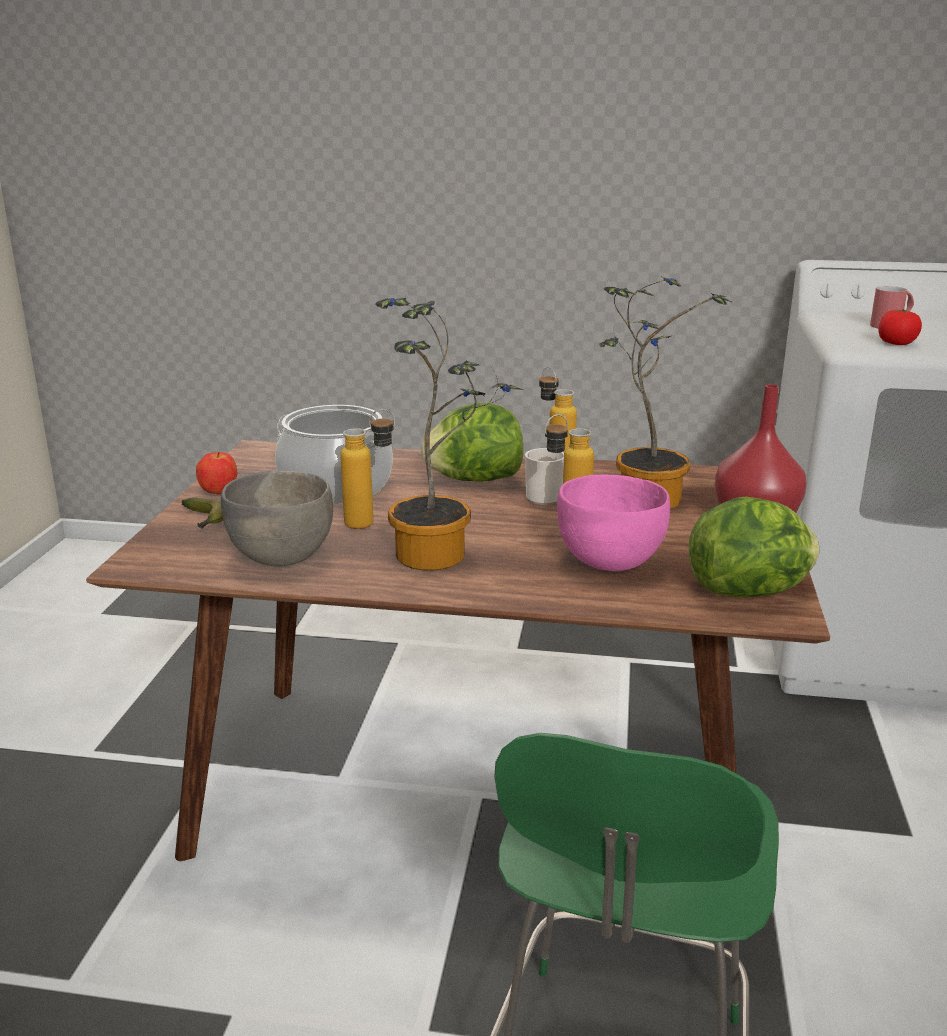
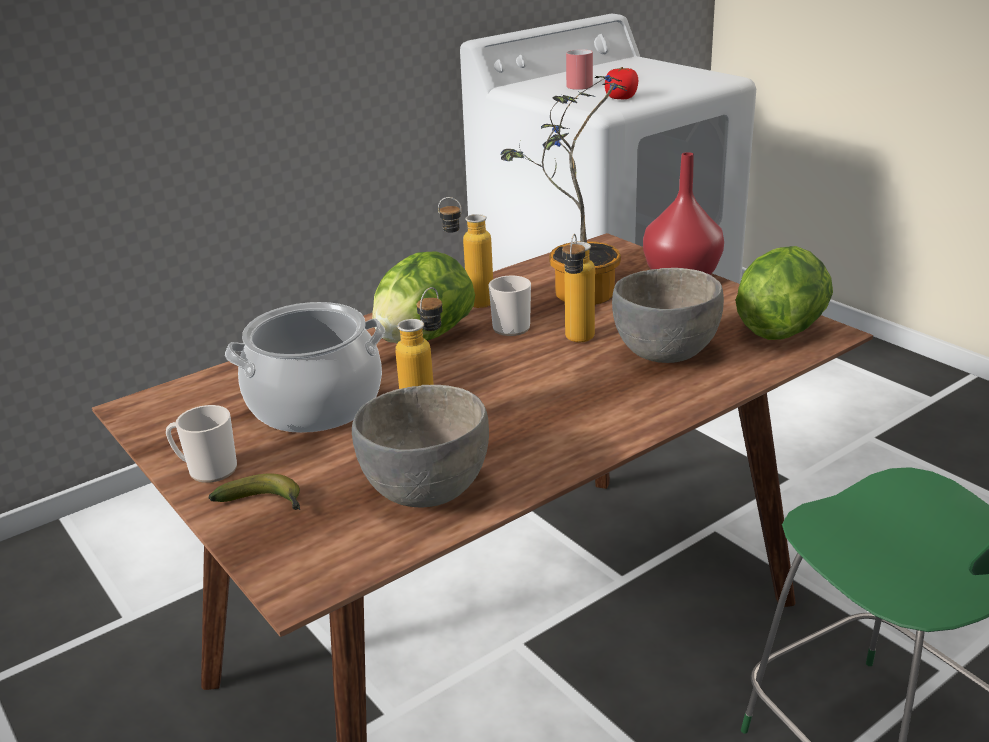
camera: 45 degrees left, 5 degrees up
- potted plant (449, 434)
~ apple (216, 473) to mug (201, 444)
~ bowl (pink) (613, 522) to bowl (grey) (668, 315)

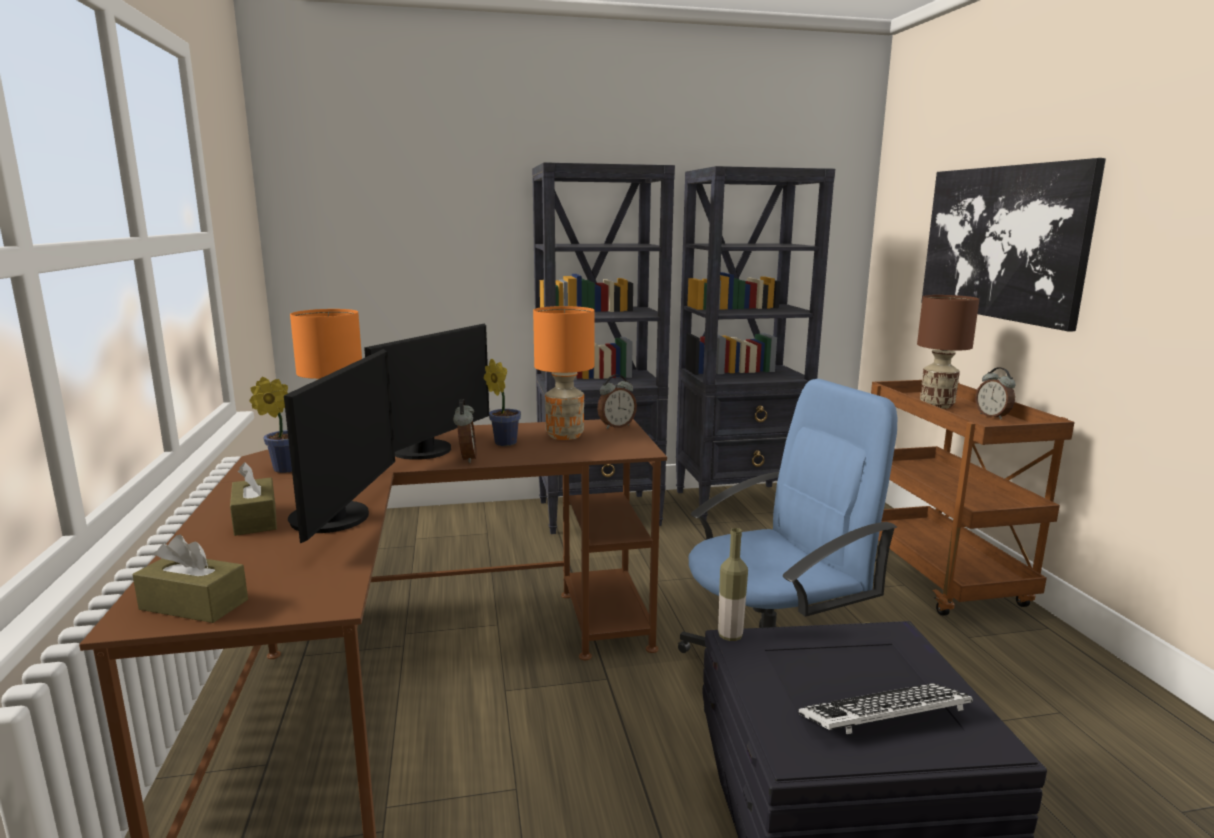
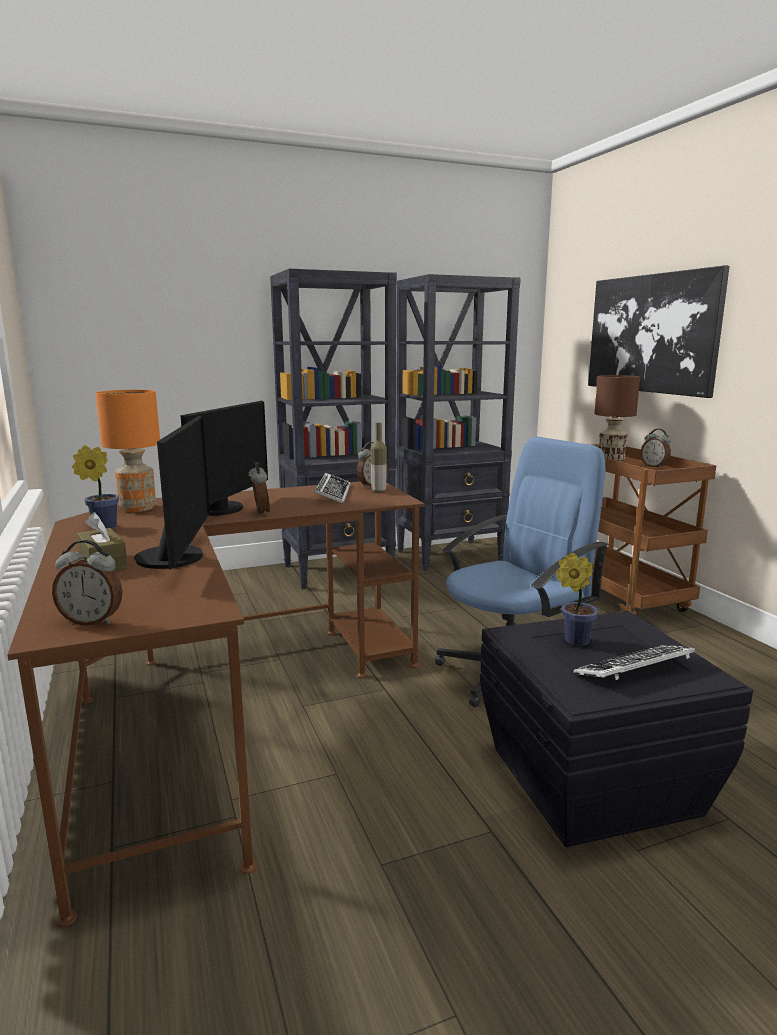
camera: 10 degrees left, 0 degrees up
~ table lamp (orange) (564, 373) to keyboard (332, 488)
~ potted plant (502, 402) to (577, 599)
~ bottle (733, 584) to (379, 458)
~ tissue box (brown) (190, 579) to alarm clock (87, 583)

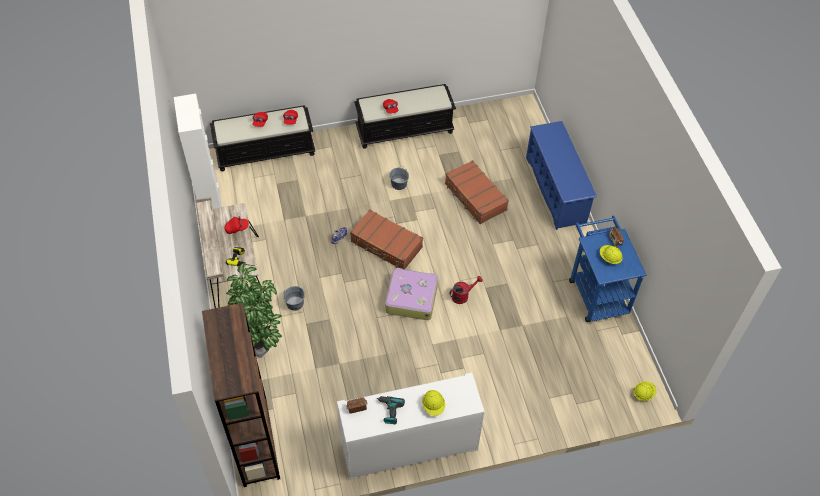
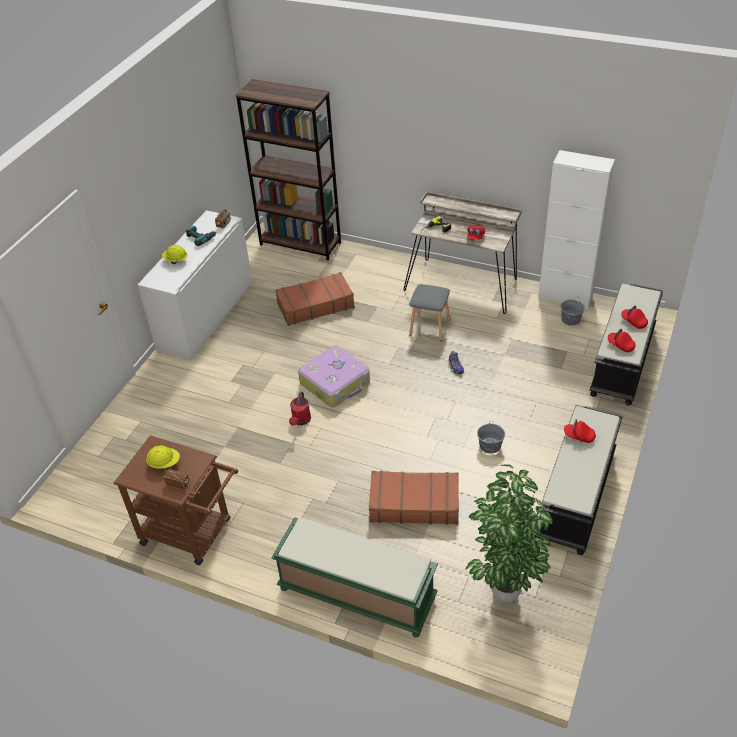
camera: 130 degrees right, 10 degrees down
~ shoe rack (blue) (561, 175) to bench (green) (354, 577)
~ suitcase (brown) (386, 239) to (315, 299)
~ cart (blue) (608, 269) to cart (brown) (176, 500)
~ potted plant (254, 310) to (508, 534)
~ bucket (grey) (294, 298) to (572, 311)
- hard hat (yellow) (645, 391)
+ stool (grey) (429, 312)

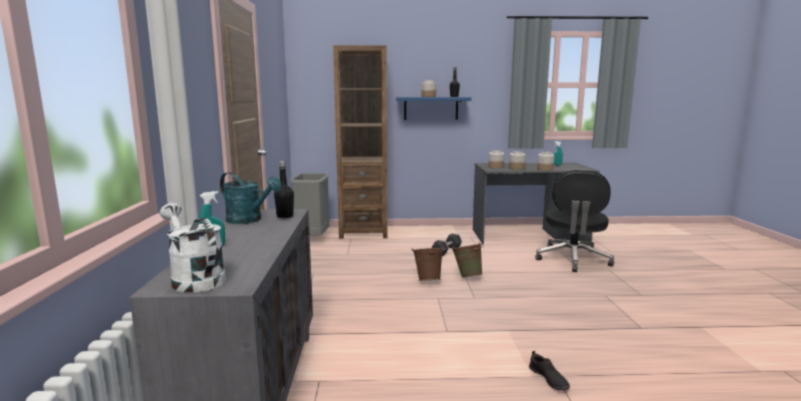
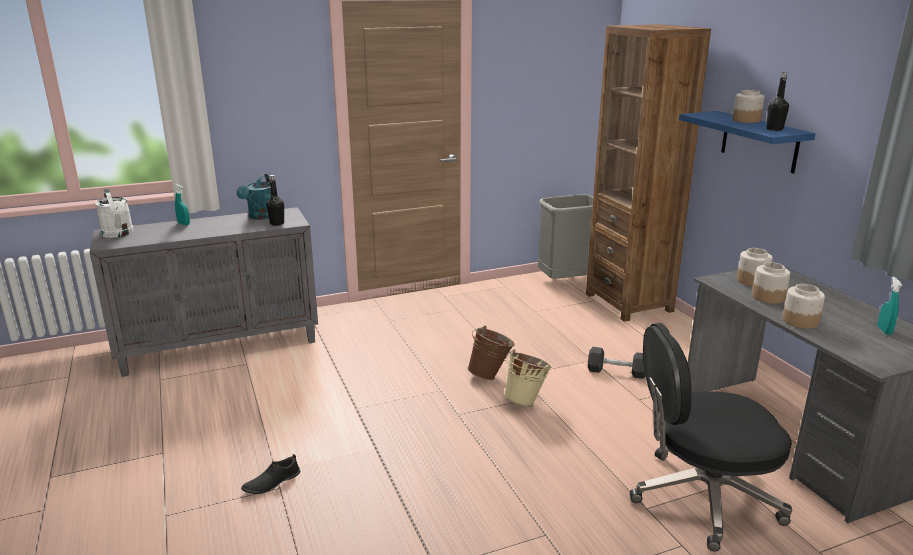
camera: 70 degrees right, 10 degrees up
~ watering can (white) (193, 248) = (114, 213) 120 degrees clockwise
~ bucket (green) (468, 260) to bucket (beige) (528, 378)

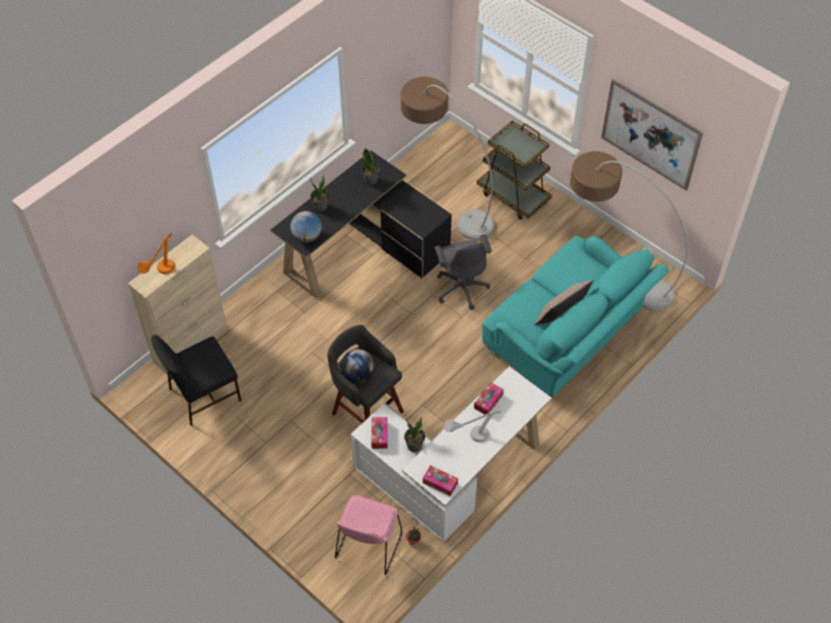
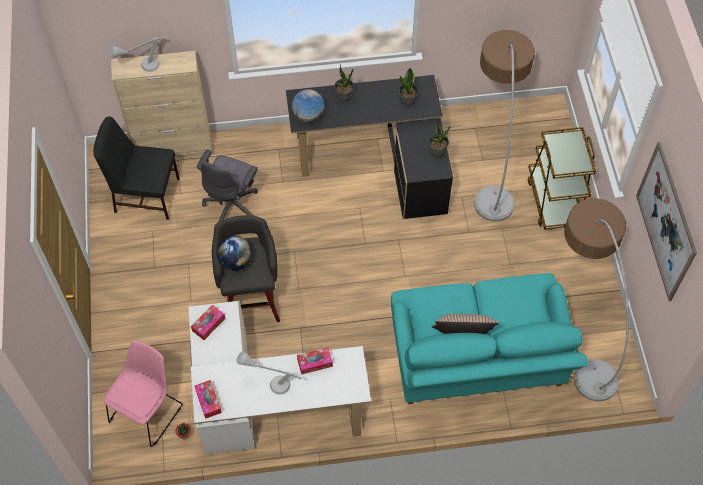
camera: 40 degrees right, 5 degrees up
~ table lamp (orange) (156, 253) to table lamp (grey) (137, 54)
~ office chair (grey) (463, 272) to (227, 186)
~ potted plant (414, 434) to (439, 140)
~ chair (pink) (368, 535) = (143, 393) 150 degrees clockwise

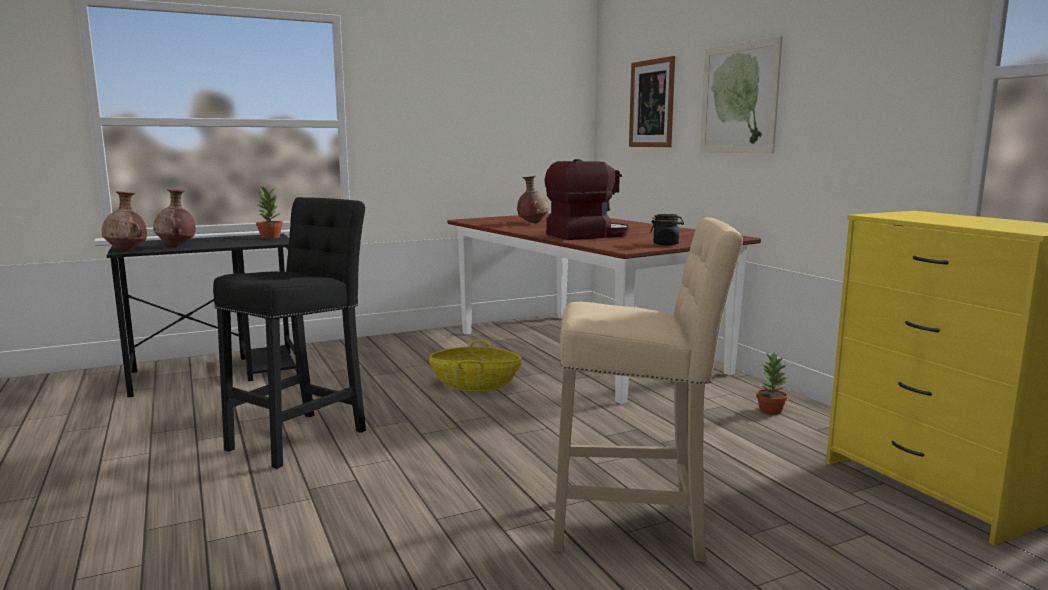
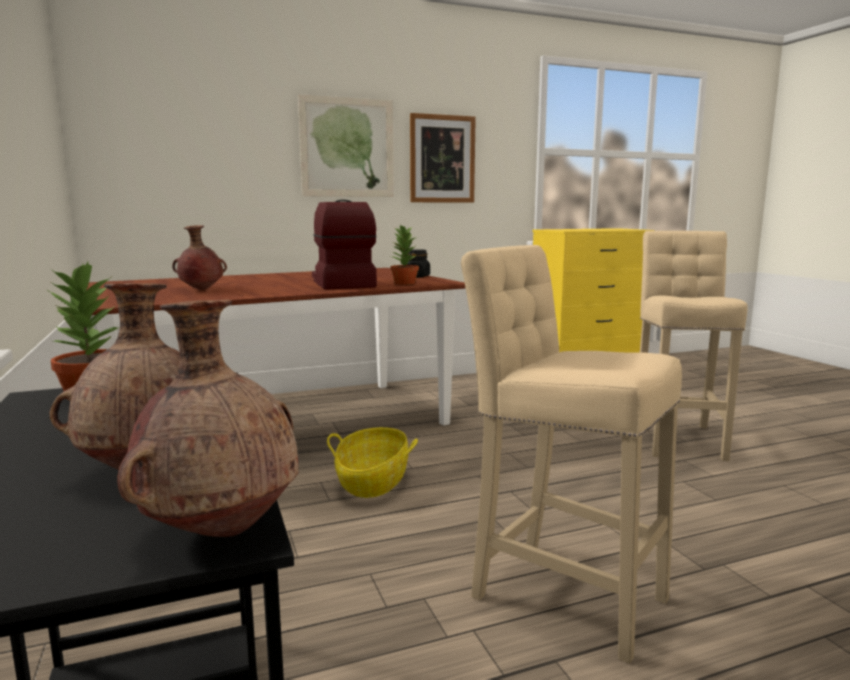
camera: 85 degrees left, 0 degrees up
~ picture (652, 101) to (443, 158)
~ stool (black) (289, 333) to stool (beige) (571, 454)
~ potted plant (772, 384) to (404, 255)

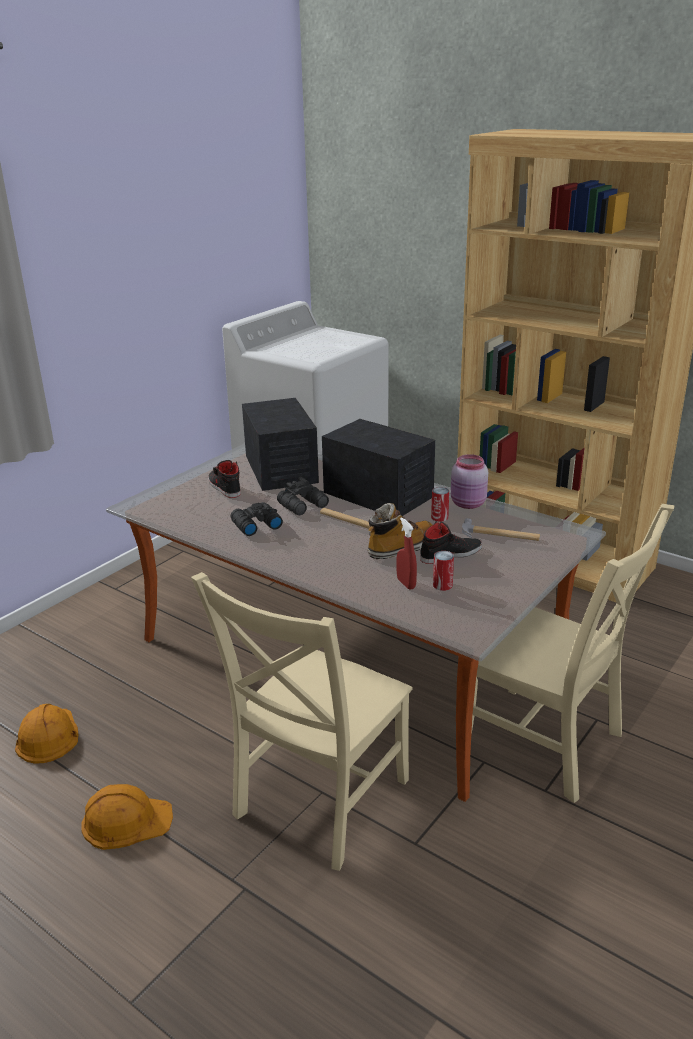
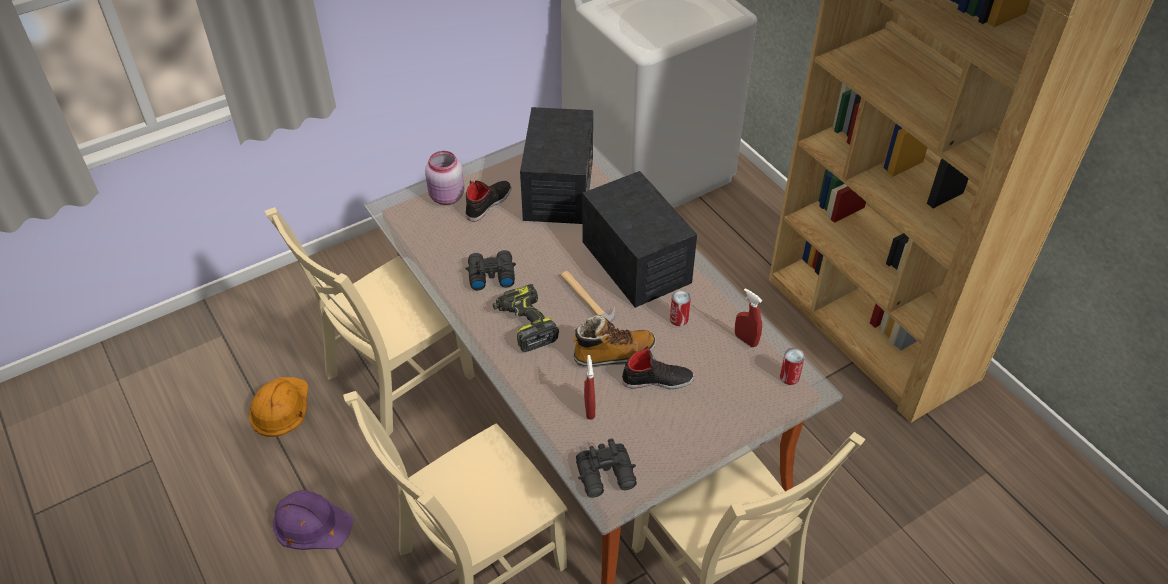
camera: 20 degrees right, 20 degrees up
~ jar (pink) (469, 481) to (445, 178)
~ shoe (black) (224, 479) = (488, 201) 45 degrees clockwise
~ binoculars (black) (303, 495) to (606, 468)
- hammer (501, 529)
~ can (443, 571) to (792, 366)
~ hard hat (orange) (127, 817) to hard hat (purple) (313, 520)
+ chair (beige) (370, 321)
+ power drill (526, 318)
+ spray bottle (red) (748, 317)

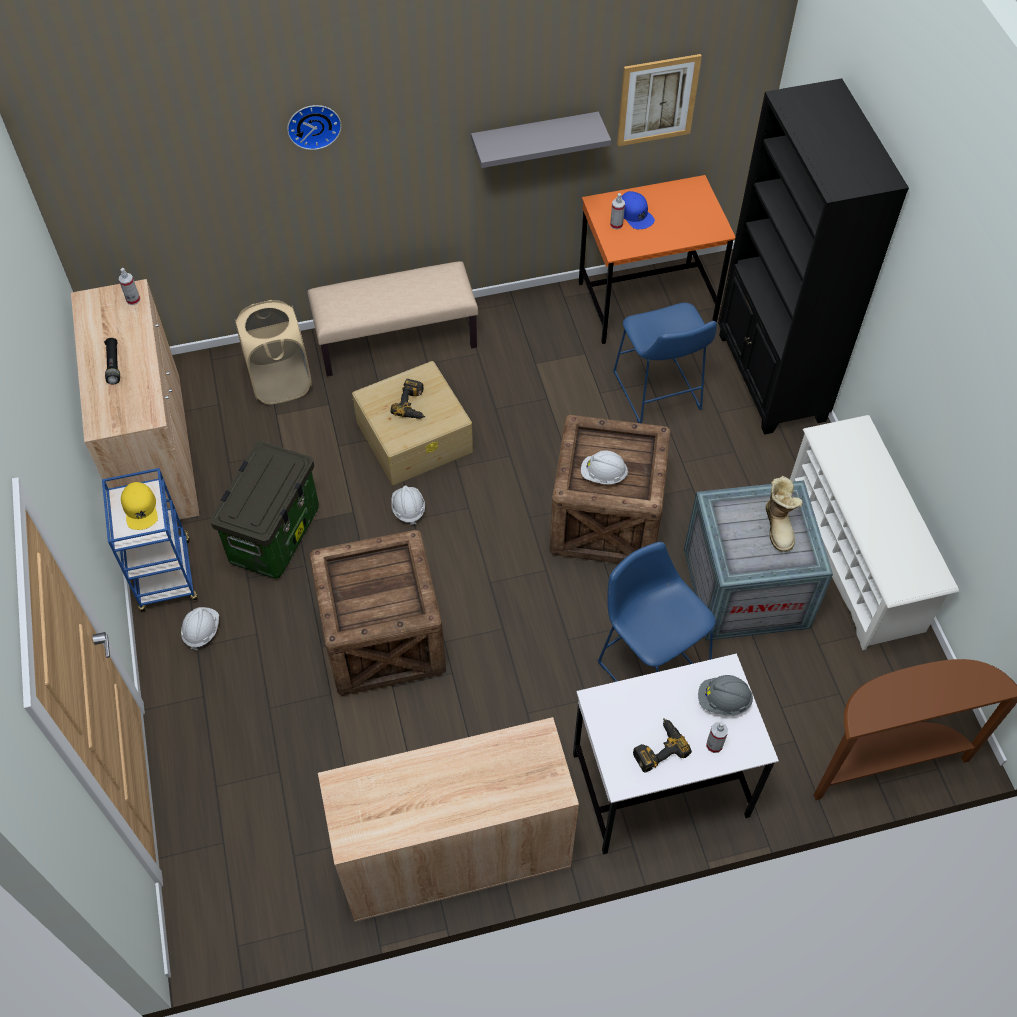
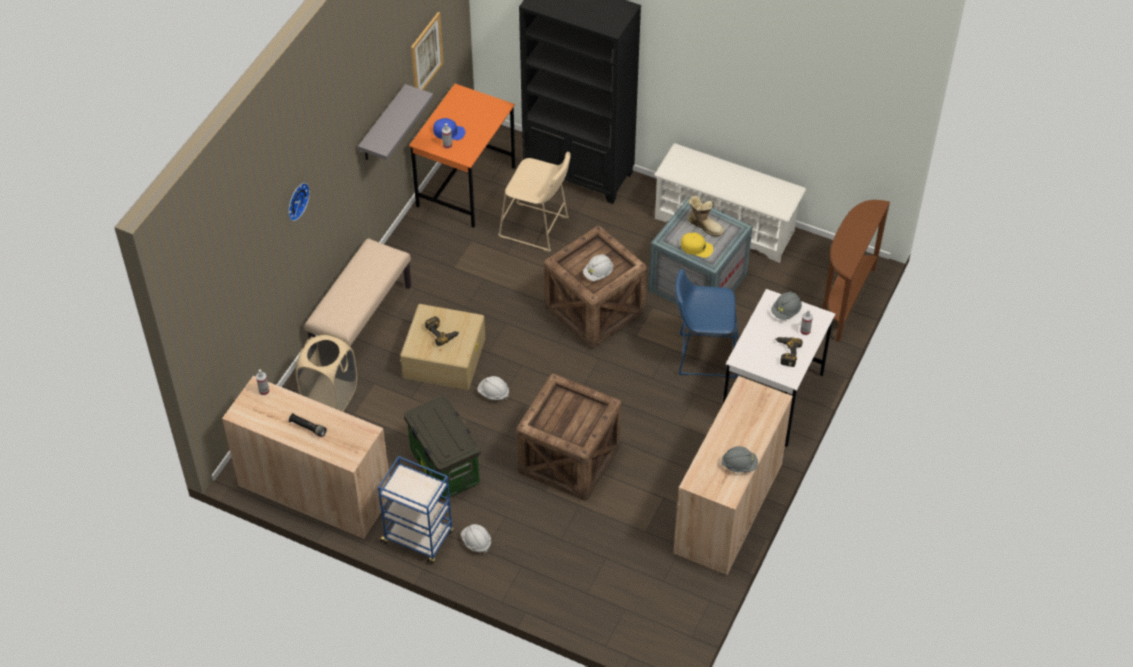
camera: 50 degrees left, 5 degrees down
~ stool (blue) (665, 363) to stool (beige) (534, 202)
~ cap (yellow) (139, 506) to (697, 245)
+ hard hat (grey) (739, 459)

